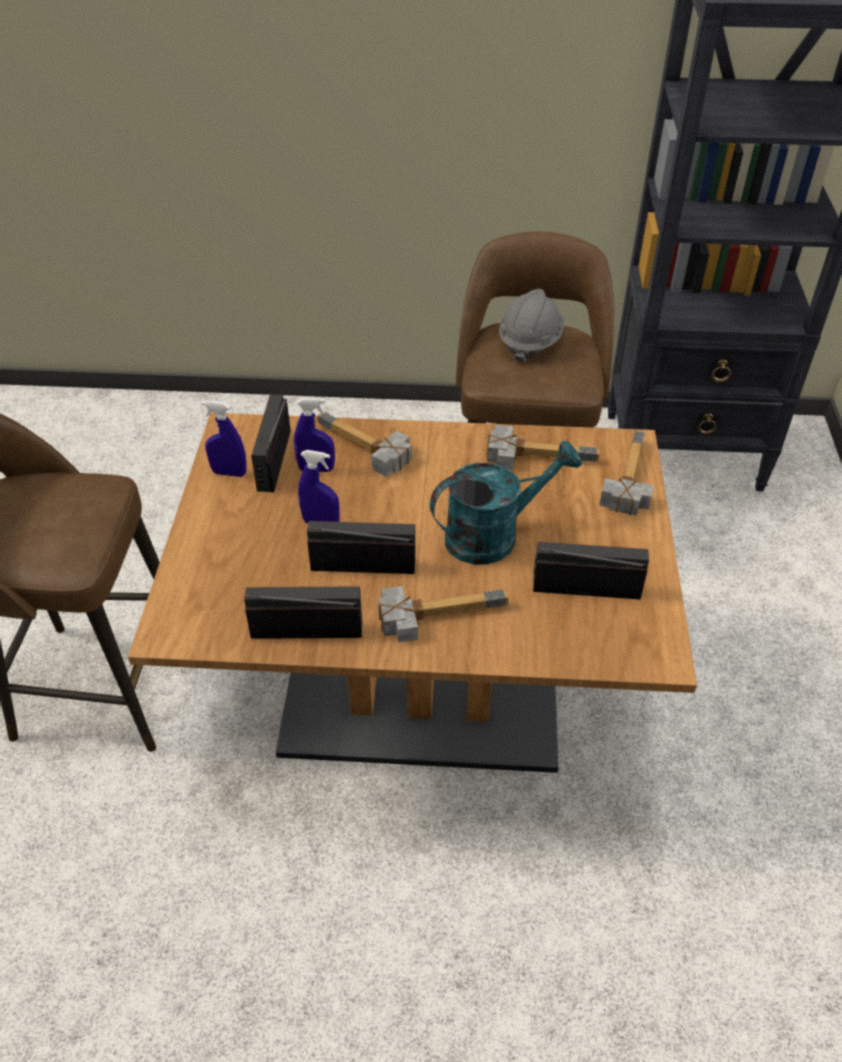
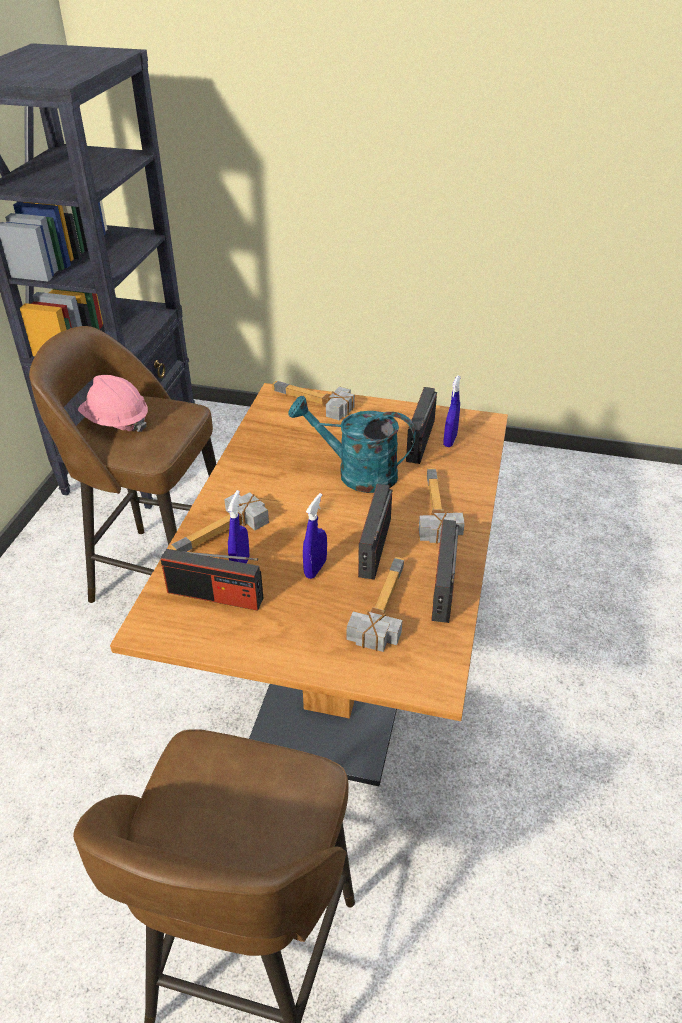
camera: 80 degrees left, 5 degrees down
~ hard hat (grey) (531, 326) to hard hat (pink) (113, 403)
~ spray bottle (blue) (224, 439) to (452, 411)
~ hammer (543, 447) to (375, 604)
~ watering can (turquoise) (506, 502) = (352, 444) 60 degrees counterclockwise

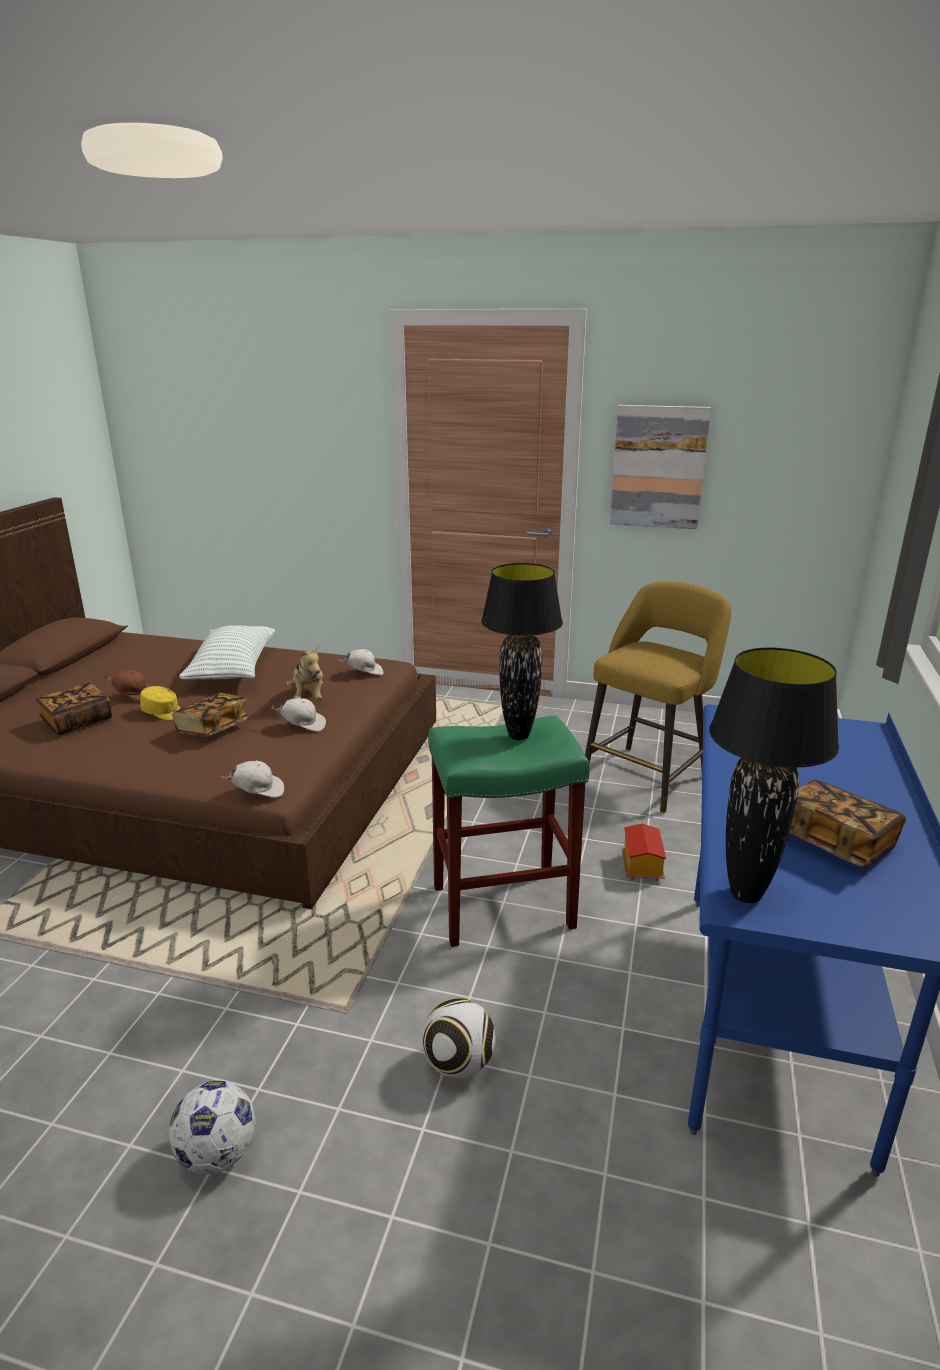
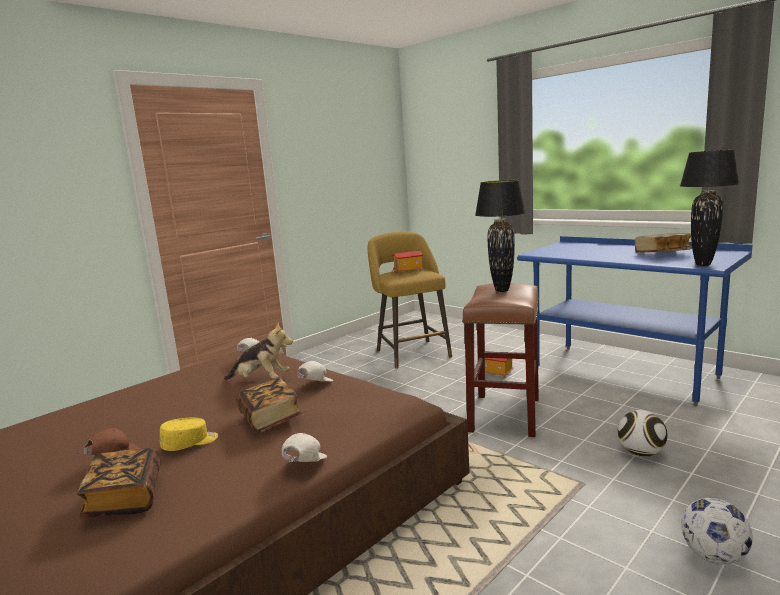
camera: 60 degrees left, 10 degrees down
- picture (660, 467)
- pillow (227, 652)
~ stool (green) (509, 831) to stool (brown) (500, 360)
~ cap (white) (251, 779) to (304, 448)
+ toy house (407, 262)

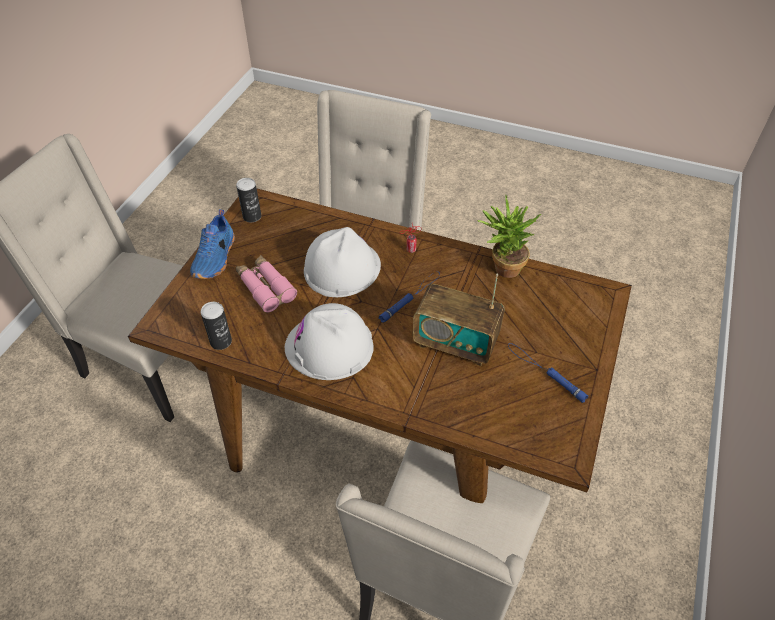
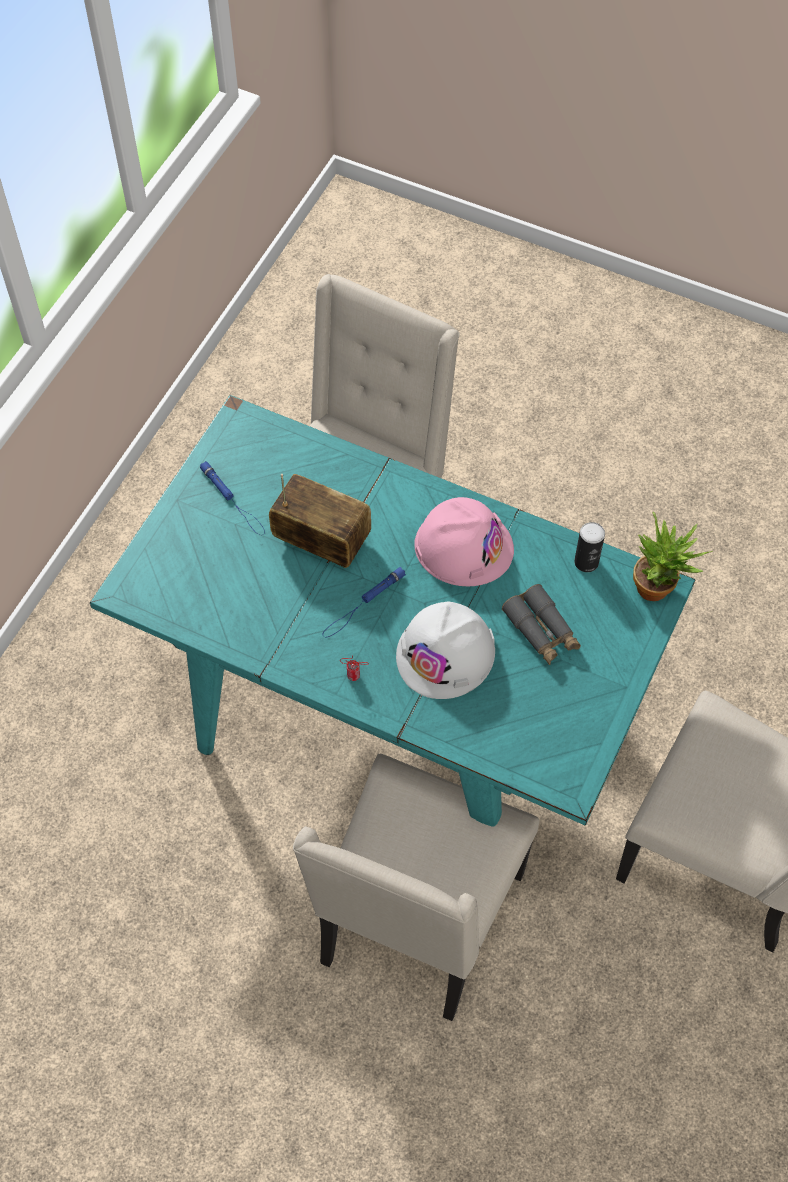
camera: 175 degrees left, 10 degrees up
- can (248, 200)
~ dining table (brown) (380, 346) to dining table (turquoise) (393, 611)
~ potted plant (509, 236) to (673, 556)
- shoe (blue) (212, 244)
~ binoculars (pink) (266, 283) to binoculars (grey) (541, 624)
~ hard hat (white) (329, 341) to hard hat (pink) (464, 541)

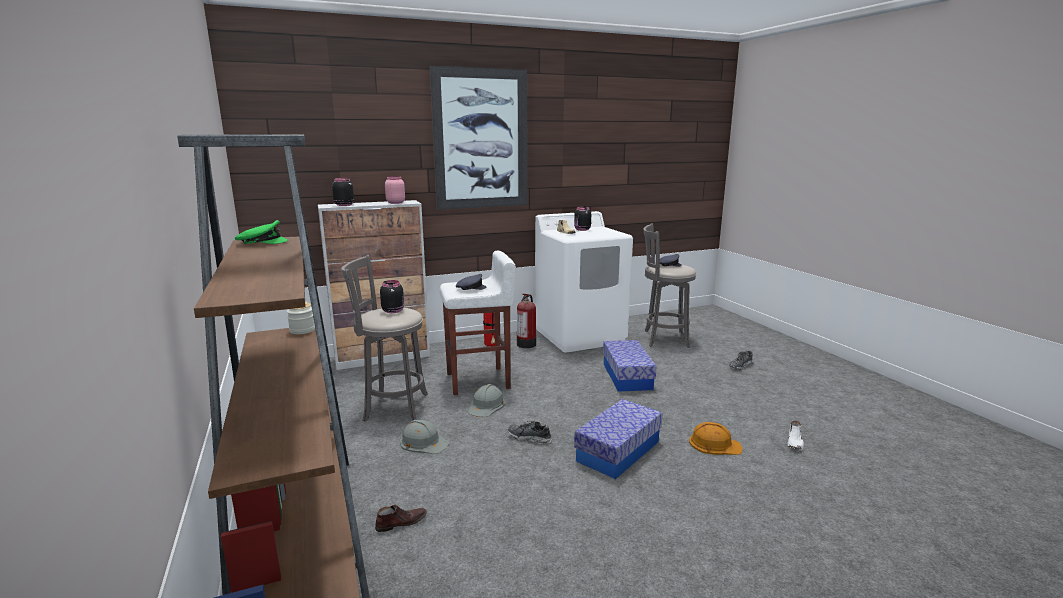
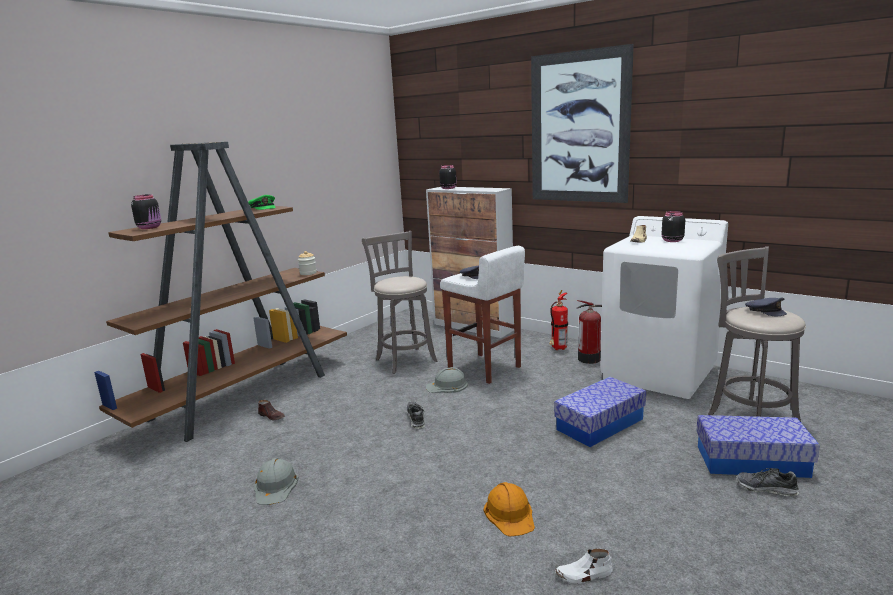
camera: 60 degrees right, 0 degrees up
- jar (pink) (395, 190)
~ jar (black) (392, 296) to (146, 211)
~ storage box (618, 439) to (758, 446)
~ hard hat (grey) (425, 437) to (276, 481)

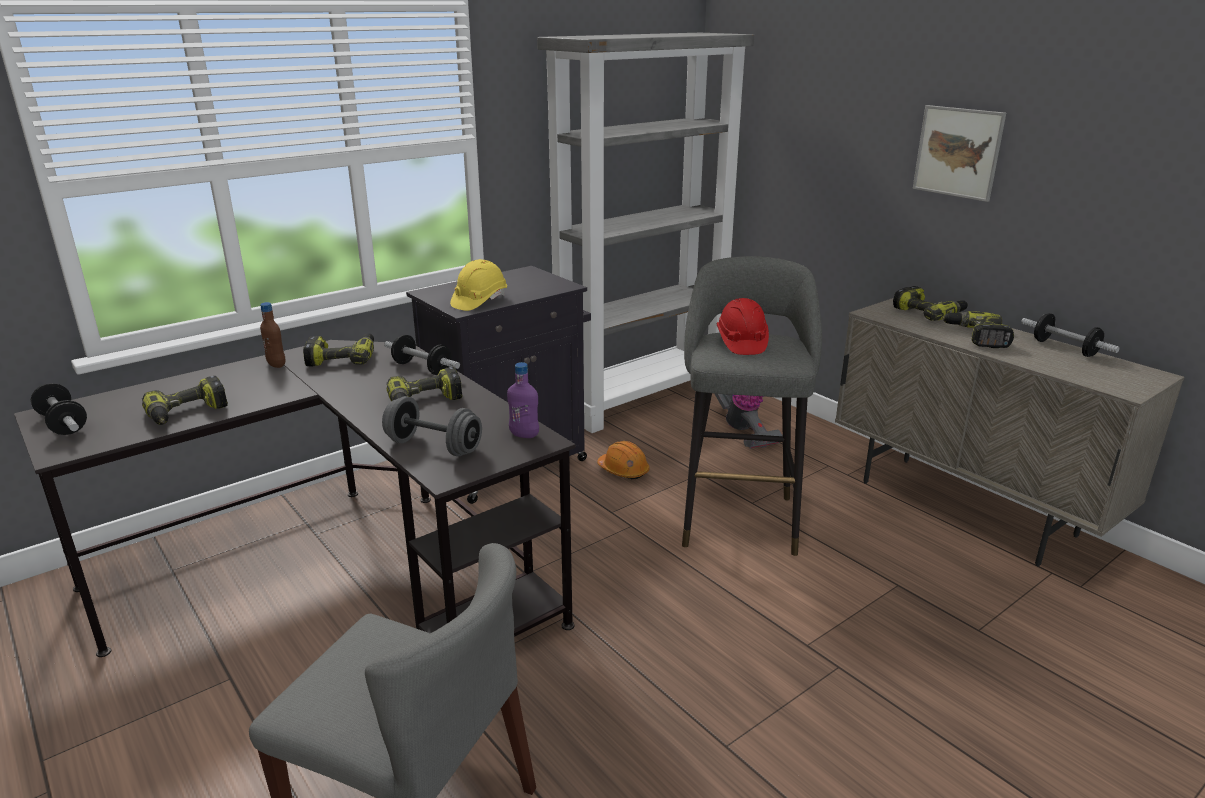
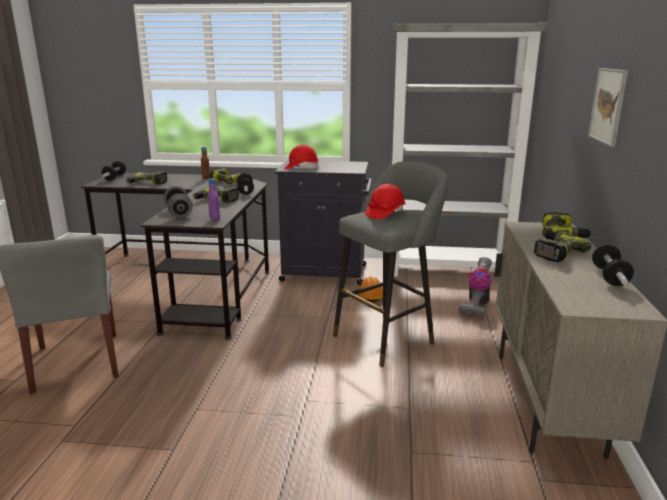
camera: 45 degrees right, 5 degrees down
~ hard hat (yellow) (478, 285) to hard hat (red) (301, 157)

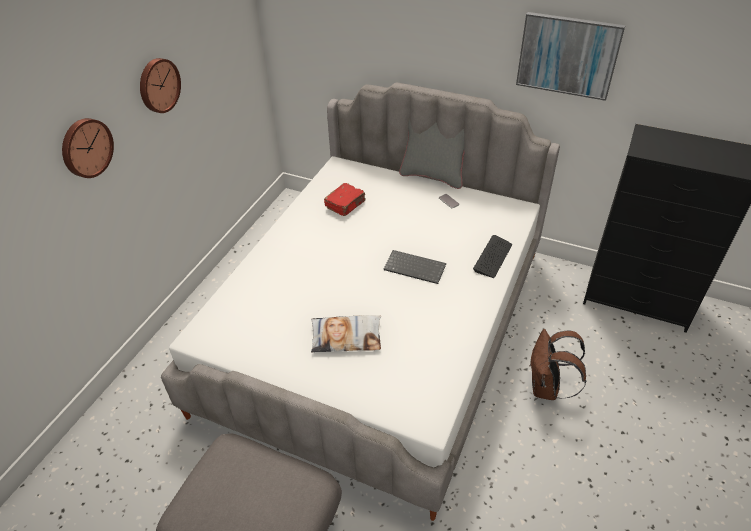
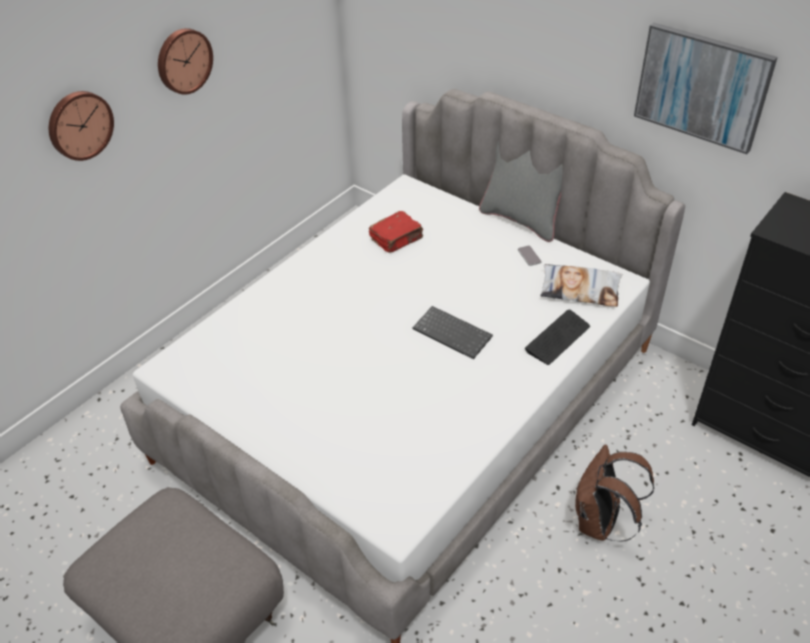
camera: 15 degrees right, 0 degrees up
~ pillow (346, 333) to (581, 285)

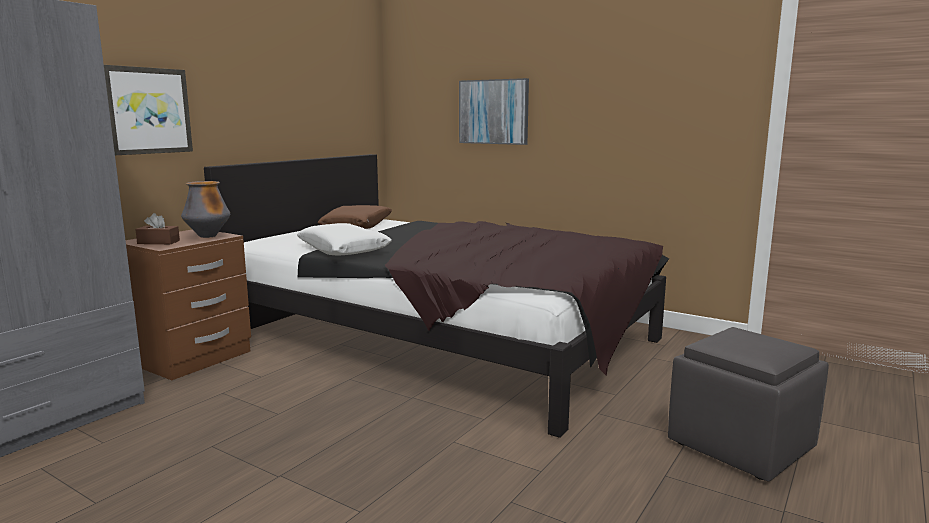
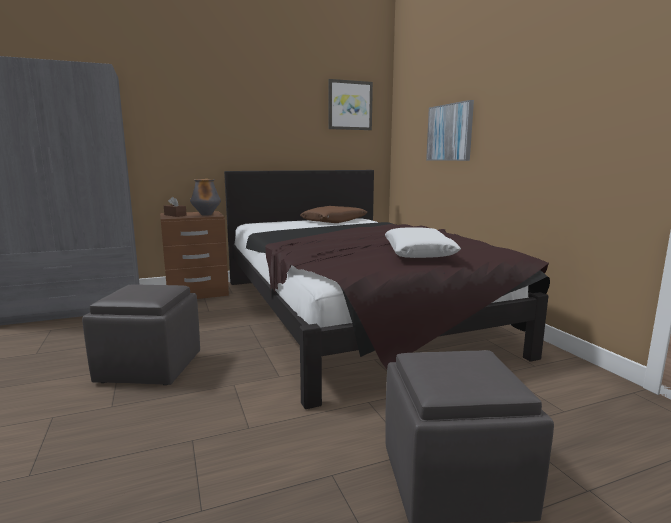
camera: 35 degrees right, 0 degrees up
~ picture (148, 110) to (350, 104)
~ pillow (white) (344, 239) to (423, 243)
+ ottoman (grey) (141, 334)

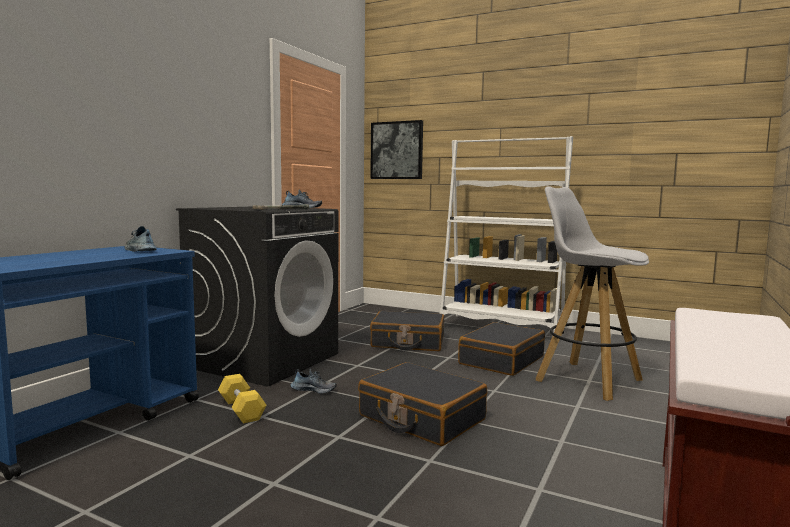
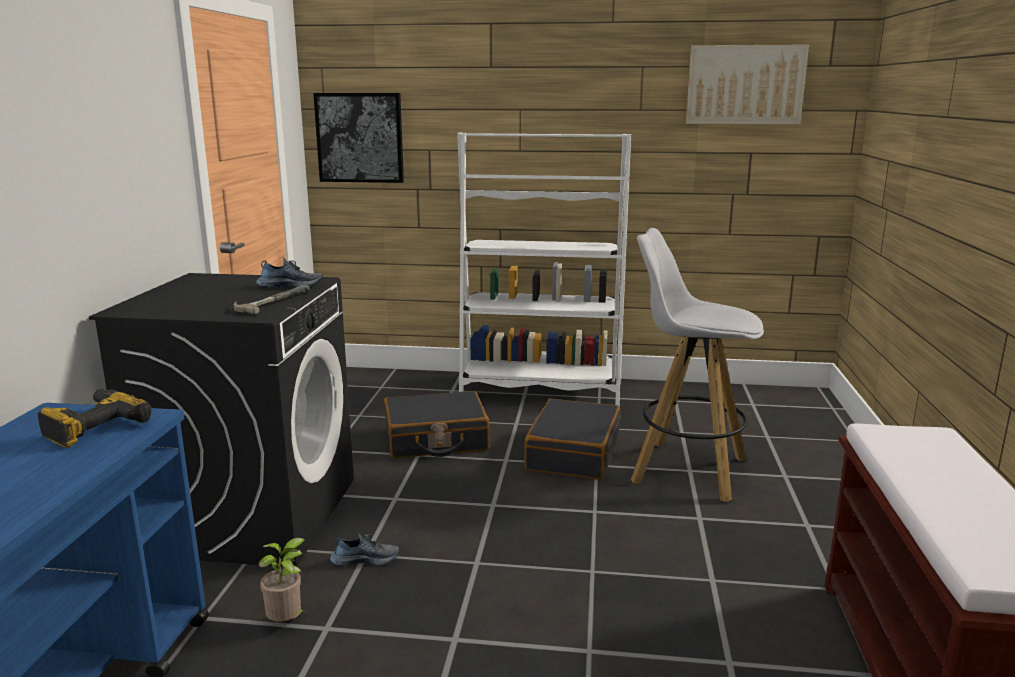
camera: 20 degrees left, 10 degrees up
~ shoe (141, 239) to power drill (95, 418)
- suitcase (black) (422, 404)
~ dumbbell (yellow) (242, 398) to potted plant (281, 580)
+ picture (747, 85)

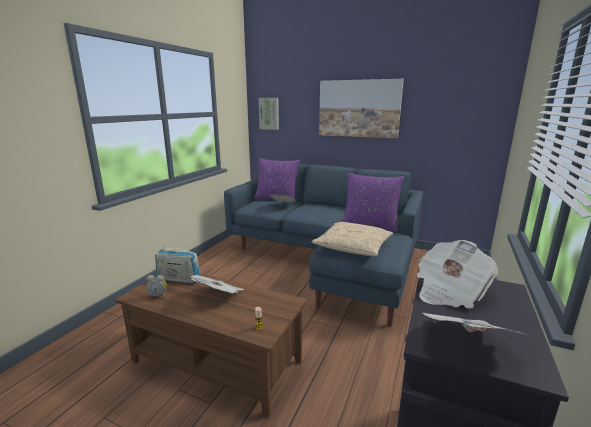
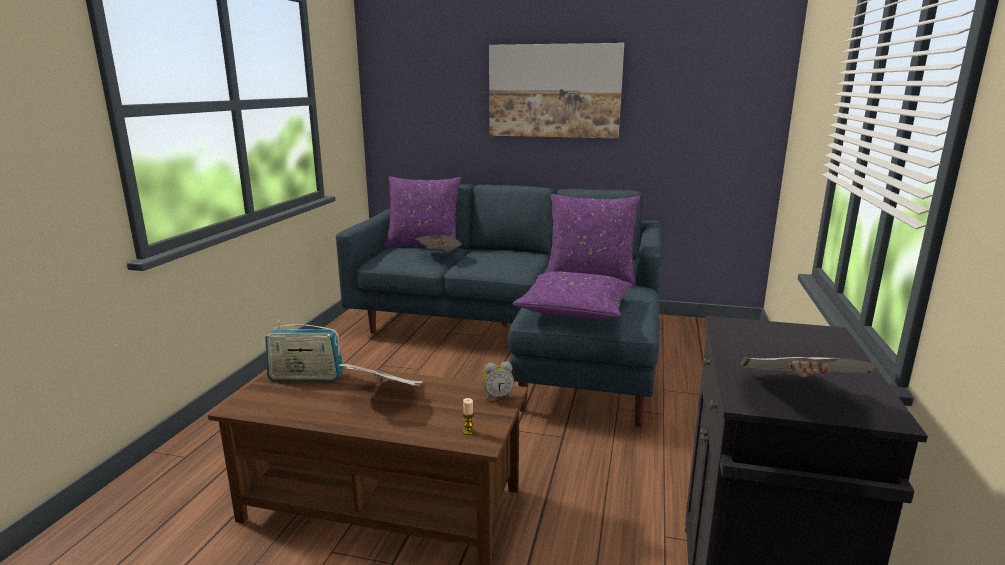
camera: 10 degrees left, 0 degrees up
- picture (269, 114)
~ pillow (beige) (352, 239) to pillow (purple) (572, 295)
- newspaper (457, 274)
~ alarm clock (156, 286) to (498, 381)

